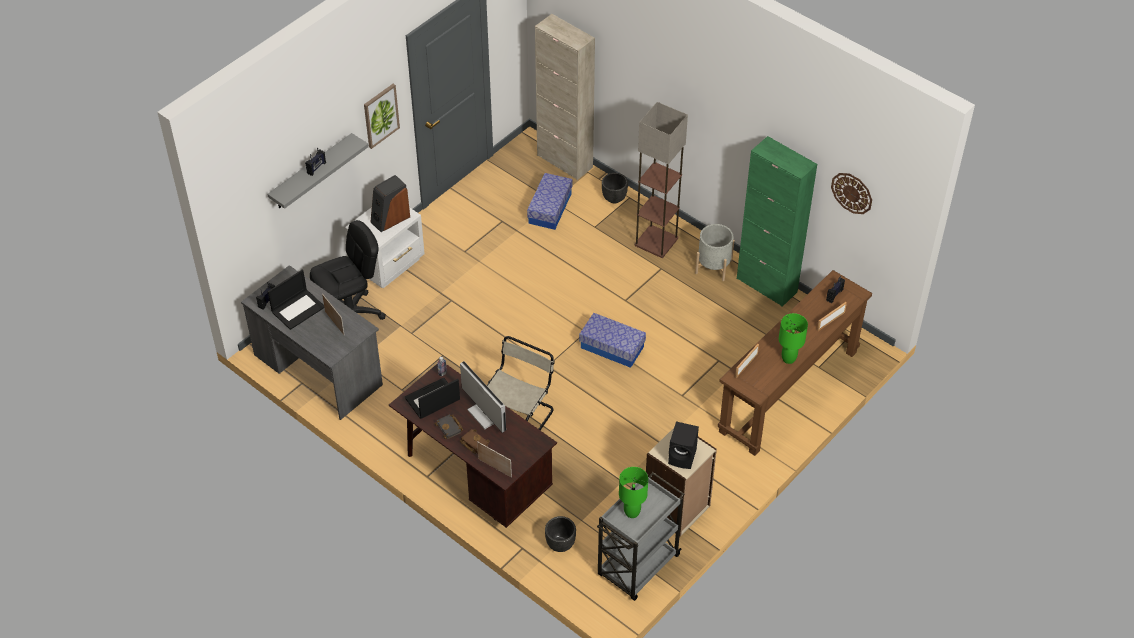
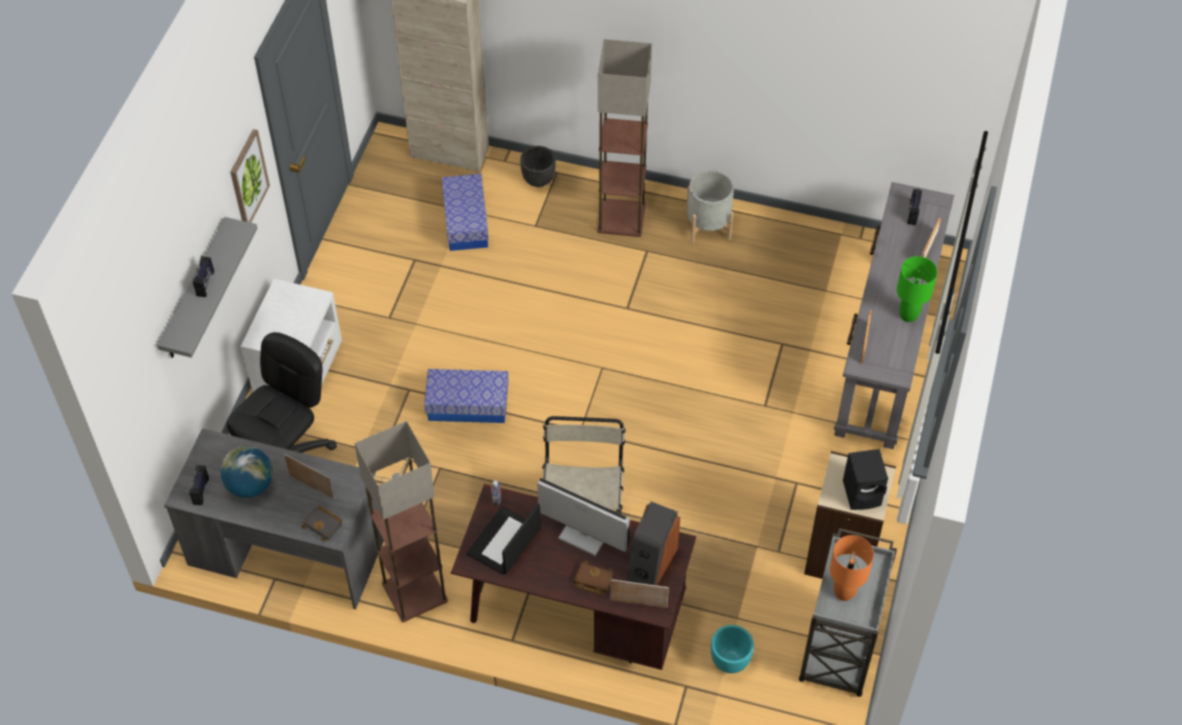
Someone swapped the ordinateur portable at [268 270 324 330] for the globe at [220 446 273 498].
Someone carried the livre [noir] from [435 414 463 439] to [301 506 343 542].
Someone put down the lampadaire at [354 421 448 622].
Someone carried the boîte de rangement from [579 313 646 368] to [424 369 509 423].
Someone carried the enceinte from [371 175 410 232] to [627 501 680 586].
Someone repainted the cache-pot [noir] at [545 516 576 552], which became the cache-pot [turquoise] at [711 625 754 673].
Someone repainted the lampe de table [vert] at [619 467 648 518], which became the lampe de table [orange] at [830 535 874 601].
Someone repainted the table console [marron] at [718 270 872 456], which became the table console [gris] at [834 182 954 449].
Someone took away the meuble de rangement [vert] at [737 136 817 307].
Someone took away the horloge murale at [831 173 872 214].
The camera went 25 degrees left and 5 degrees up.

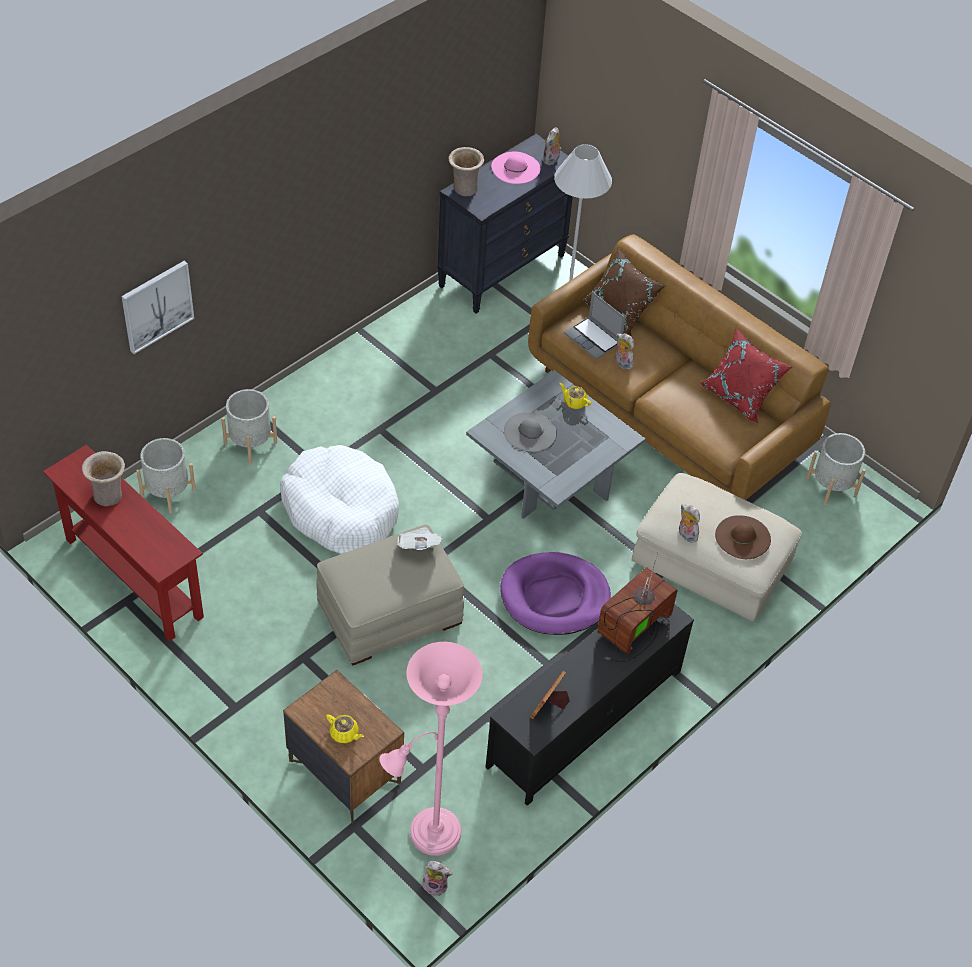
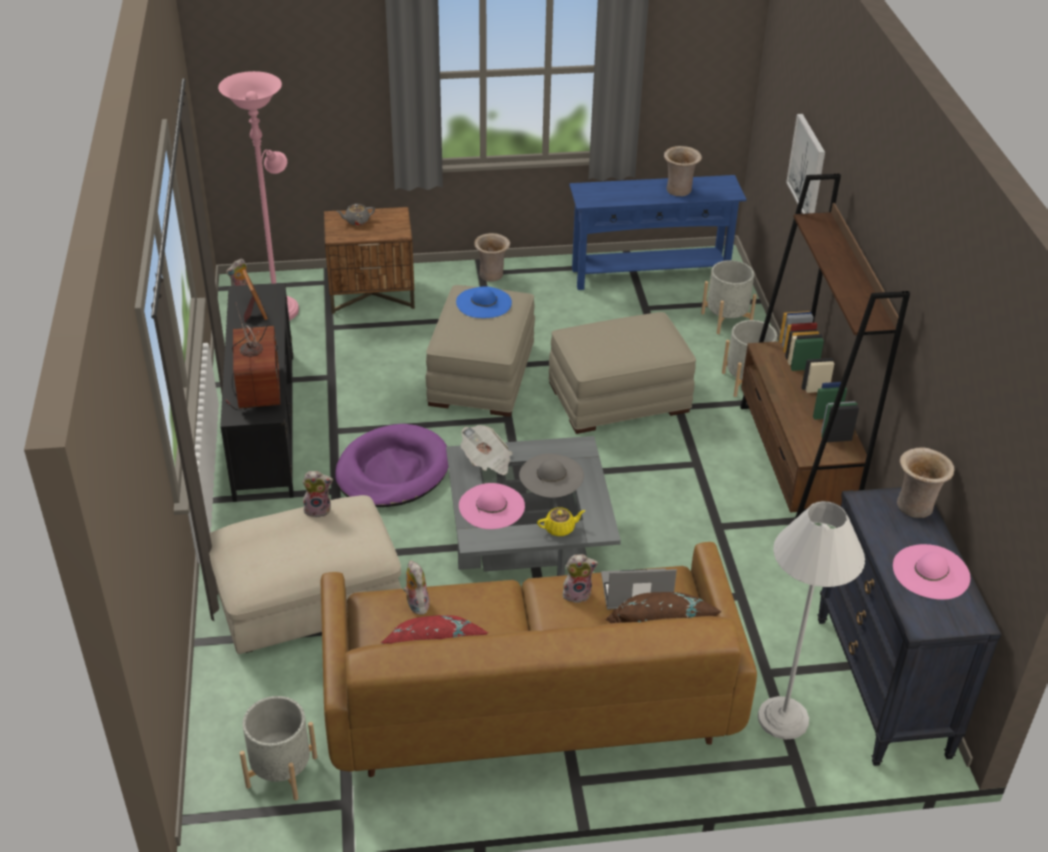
Someone repainted the théière [jaune] at [326 714 364 743], which became the théière [gris] at [336 204 375 225].
Someone carried the peluche from [542 127 561 165] to [403 560 429 614].
Someone put down the chapeau [bleu] at [456 286 512 318].
Someone put down the chapeau [rose] at [459 483 525 529].
Someone carried the journal from [397 527 442 550] to [461 425 512 475].
Someone put down the vase [beige] at [474 233 510 282].
Someone swapped the panier pour chien [blanc] at [280 445 399 554] for the pouf [beige] at [548 312 696 434].
Someone repainted the table console [rouge] at [43 445 204 642], which became the table console [bleu] at [569 175 746 290].
Someone put down the bibliothèque [marron] at [740 173 910 519].
Someone took away the chapeau [marron] at [715 515 771 559].
The camera went 130 degrees right and 10 degrees down.

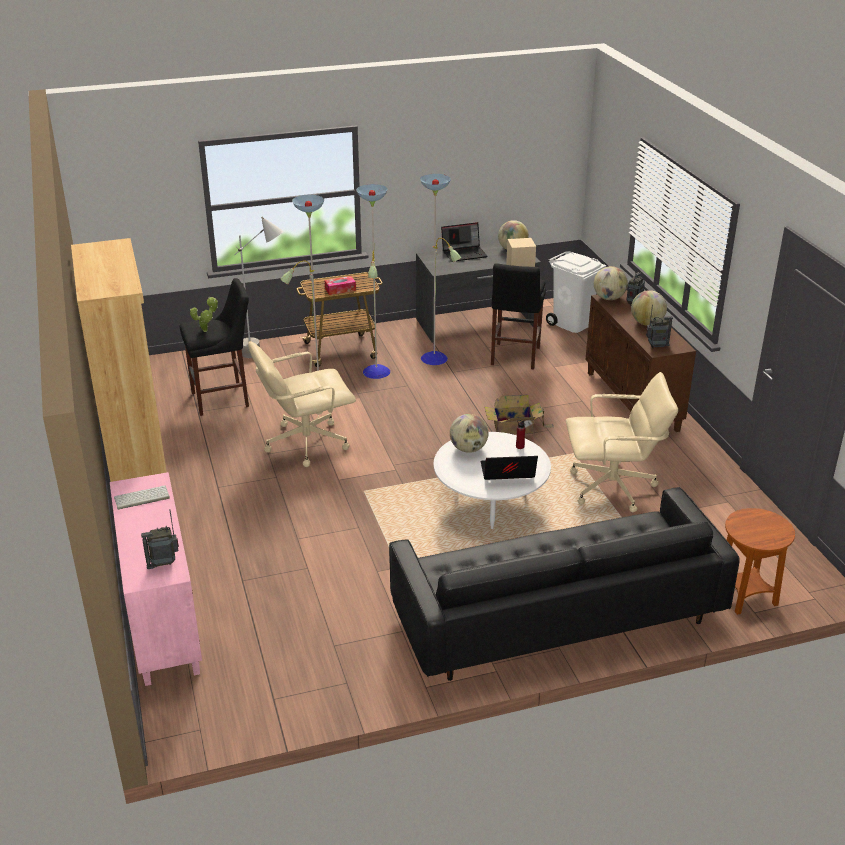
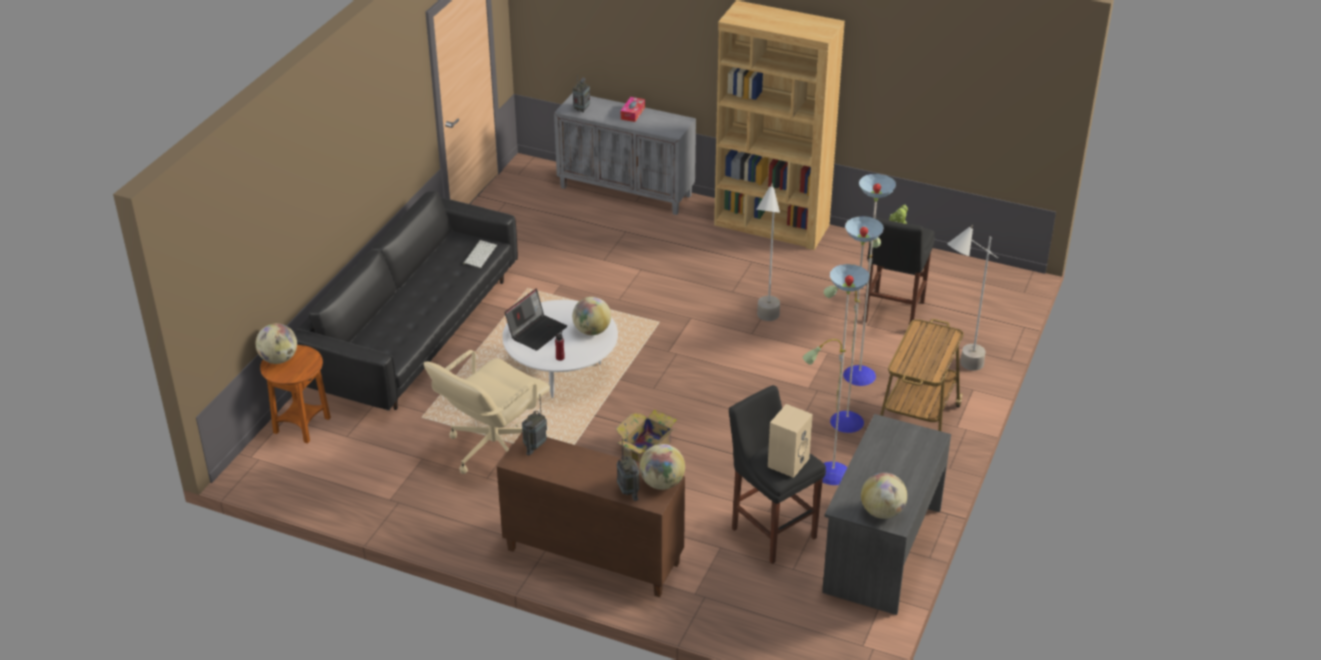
Someone carried the globe from [631 290 667 326] to [256 323 297 364].
Someone carried the clavier from [114 485 170 510] to [463 240 497 268].
Someone repainted the meuble de rangement [rose] at [110 472 202 686], which became the meuble de rangement [gris] at [554 93 696 215].
Someone carried the boîte à mouchoirs from [325 276 356 295] to [621 97 645 122].
Someone swapped the chaise de bureau [beige] at [248 341 356 467] for the lampadaire [gris] at [756 183 780 321].
Someone took away the ordinateur portable at [441 222 487 262].
Someone took away the poubelle [blanc] at [546 251 606 333].
The camera went 130 degrees right and 5 degrees up.

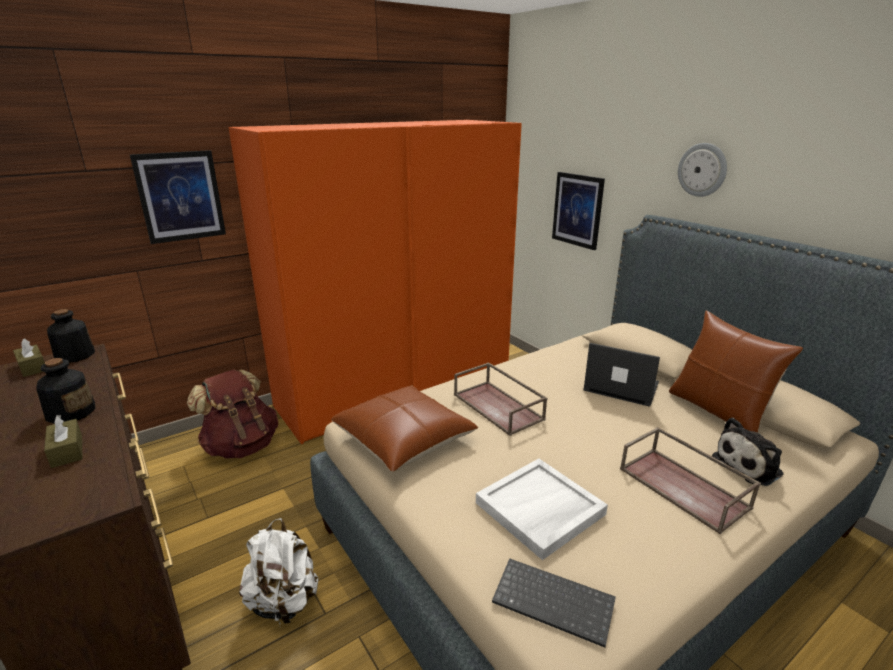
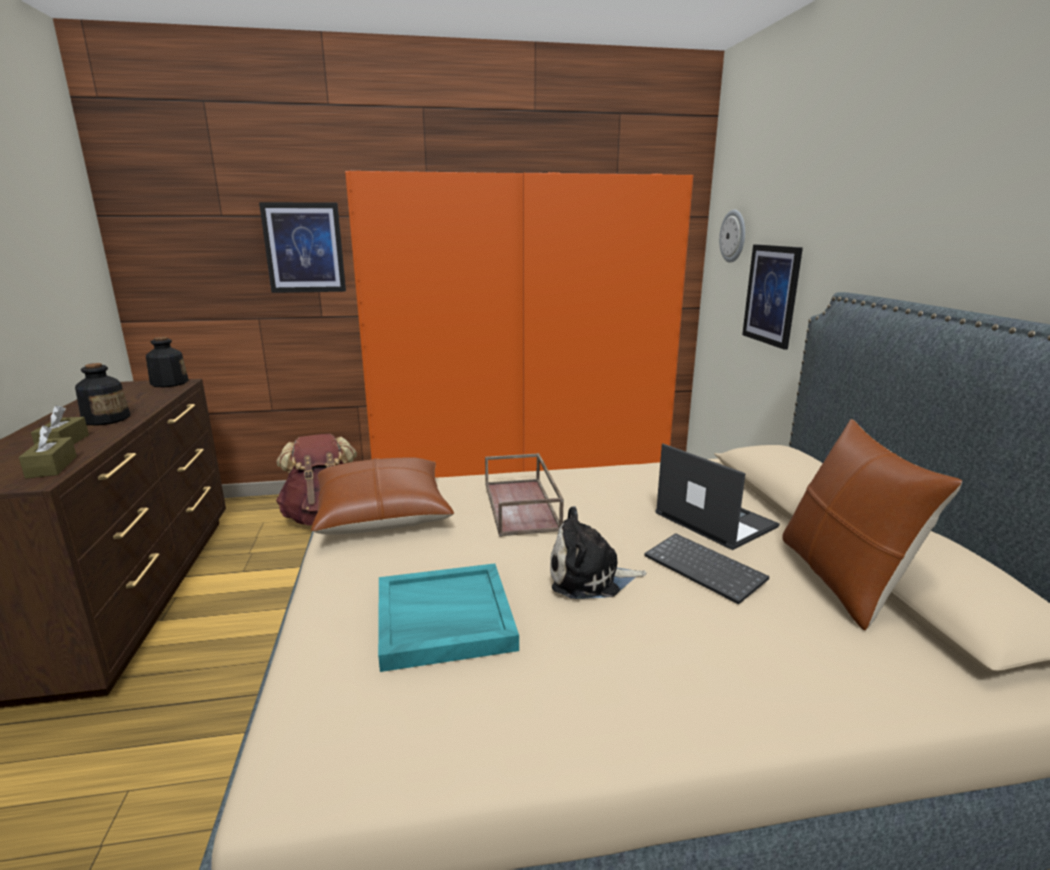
Someone carried the boîte à mouchoirs [marron] from [13 338 45 377] to [19 425 77 478].
Someone repainted the plateau [blanc] at [476 458 608 560], which became the plateau [turquoise] at [378 563 519 672].
Someone carried the peluche from [712 418 784 486] to [550 506 647 599].
Someone carried the clavier from [492 558 616 647] to [644 533 769 605].
Someone carried the horloge murale from [678 143 727 197] to [719 210 745 263].
Someone took away the sac à dos [blanc] at [239 518 318 624].
Someone took away the plateau [marron] at [620 427 761 534].
The camera went 25 degrees right and 5 degrees down.

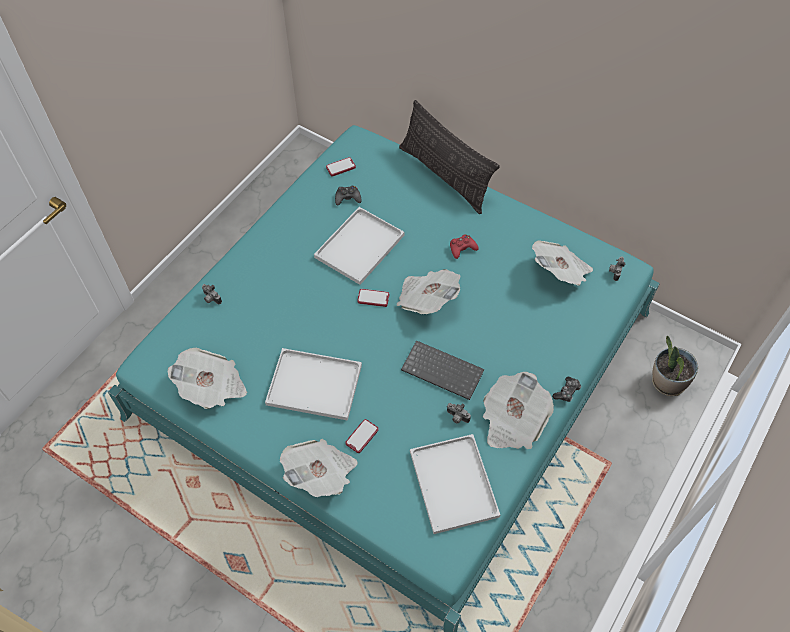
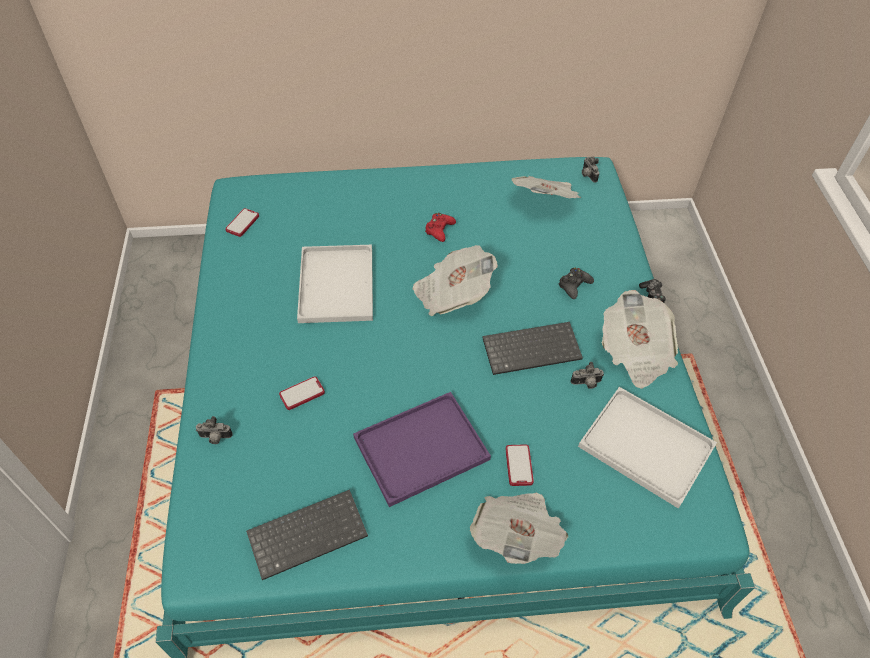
Someone swapped the journal at [168 348 247 409] for the clavier at [246 490 368 580].
Someone carried the téléphone from [357 289 389 307] to [279 376 325 410].
Someone repainted the plateau [blanc] at [265 348 362 421], which became the plateau [violet] at [353 392 491 507].
Someone carried the manette [noir] from [335 186 362 205] to [559 268 594 299].
Someone took away the coussin at [399 100 500 214].
Someone took away the plante en pot at [652 335 698 396].
The camera went 40 degrees left and 5 degrees down.

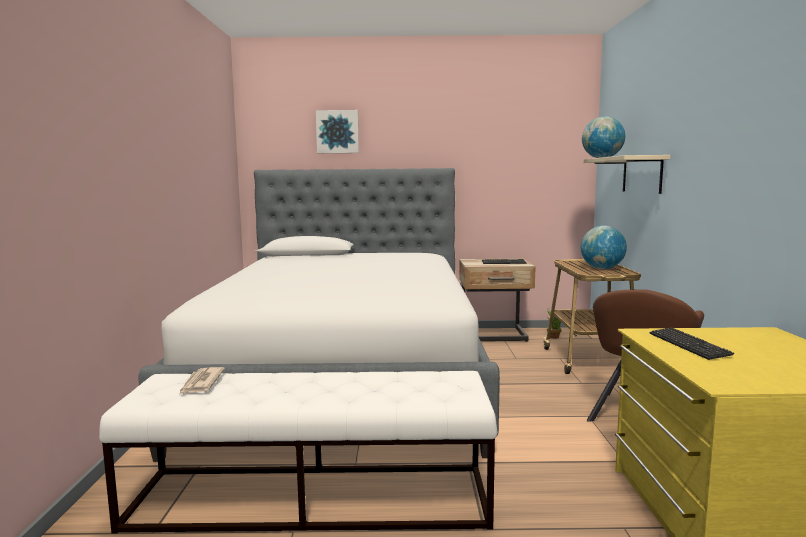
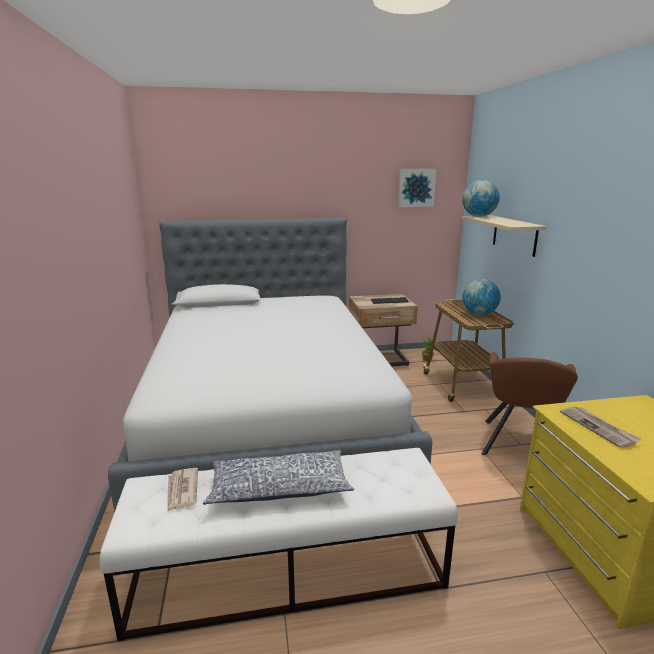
Someone put down the coussin at [203 450 354 505].
Someone carried the tableau from [316 110 359 153] to [398 169 436 207].
Someone swapped the clavier at [650 327 734 360] for the journal at [560 406 641 448].
The camera went 10 degrees left and 10 degrees up.

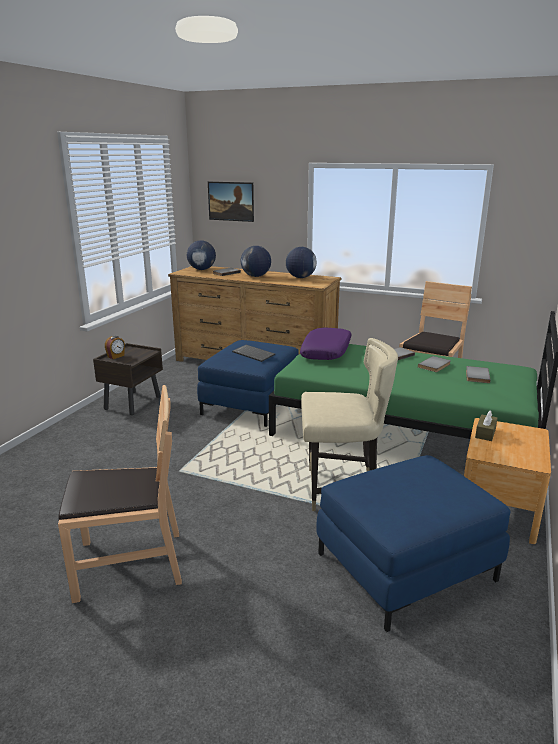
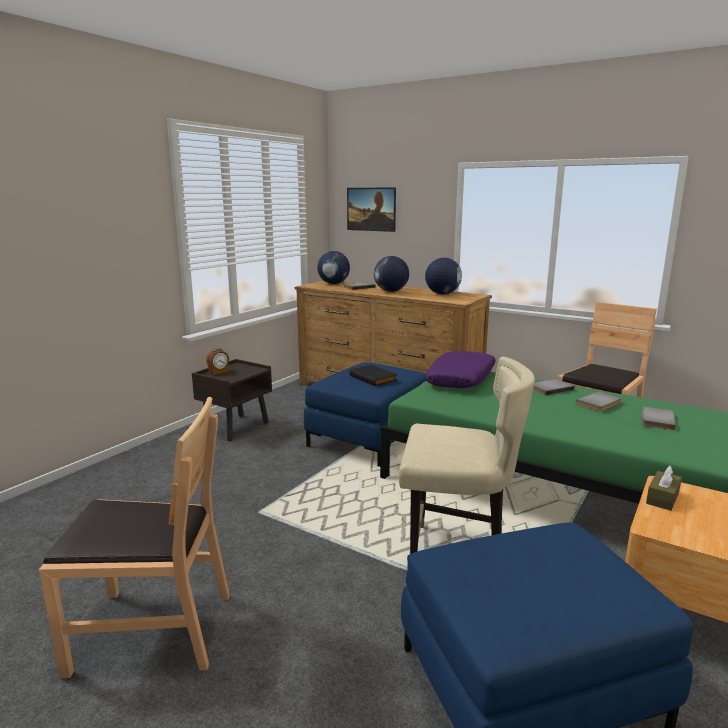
Someone swapped the clavier at [232 345 275 362] for the livre [noir] at [349 365 398 386].
The camera went 10 degrees right and 5 degrees down.

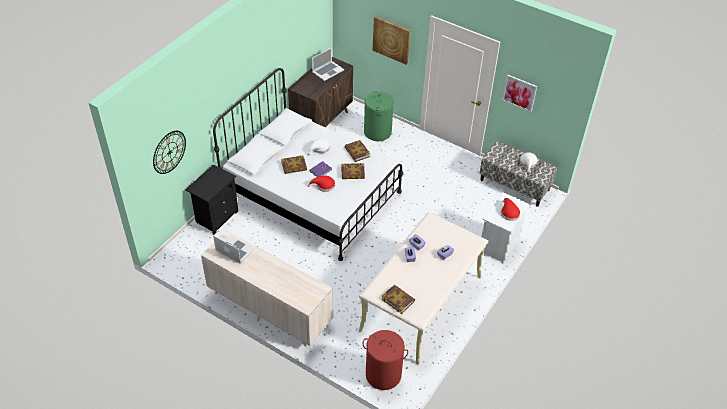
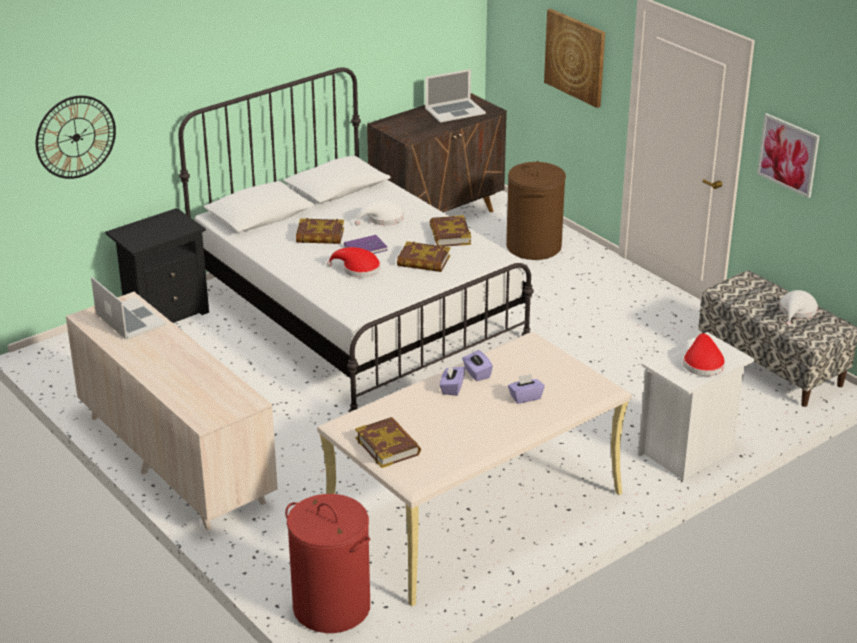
Someone repainted the panier à linge [vert] at [364 91 394 141], which became the panier à linge [marron] at [506 161 566 260].
The camera went 20 degrees right and 15 degrees down.

